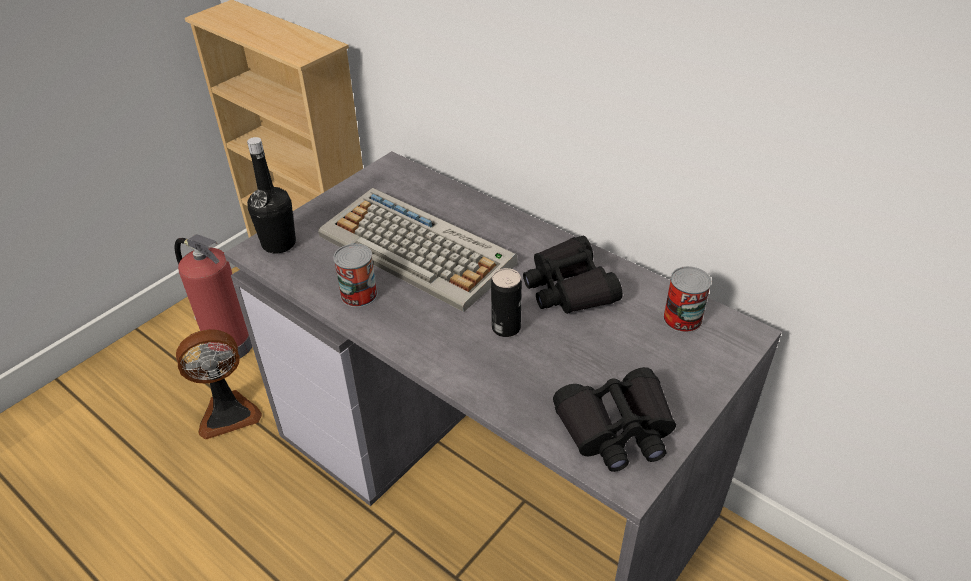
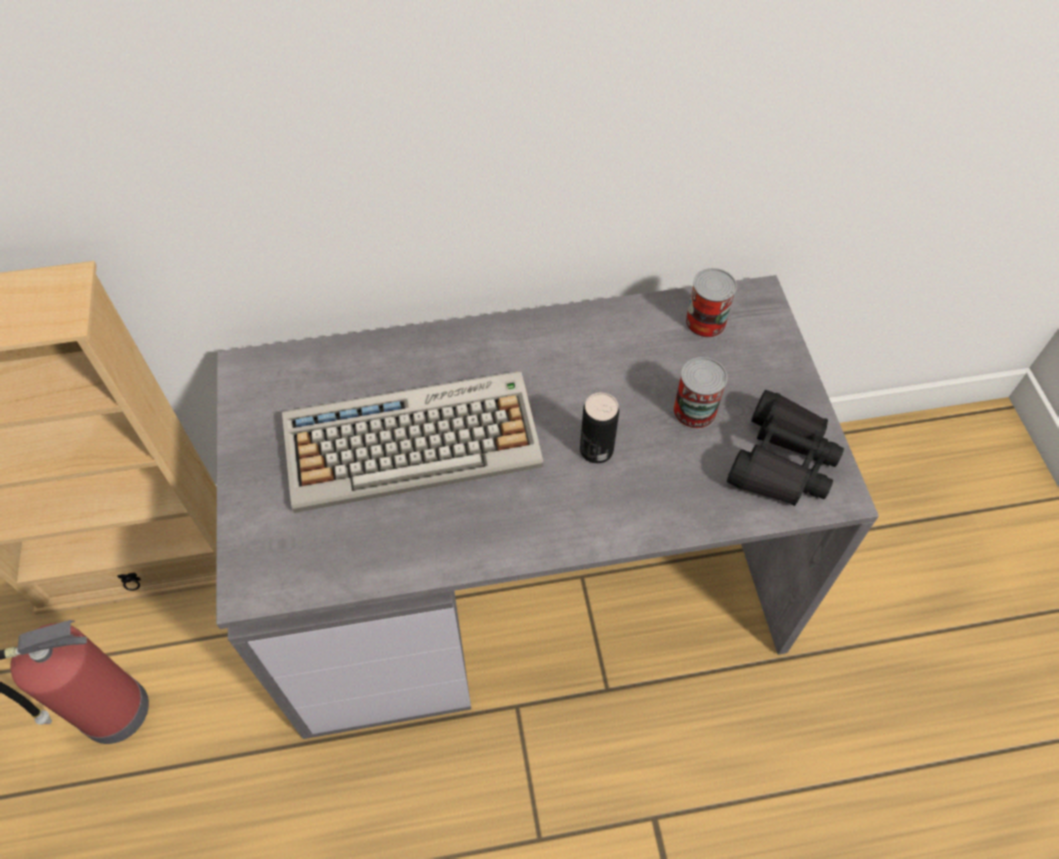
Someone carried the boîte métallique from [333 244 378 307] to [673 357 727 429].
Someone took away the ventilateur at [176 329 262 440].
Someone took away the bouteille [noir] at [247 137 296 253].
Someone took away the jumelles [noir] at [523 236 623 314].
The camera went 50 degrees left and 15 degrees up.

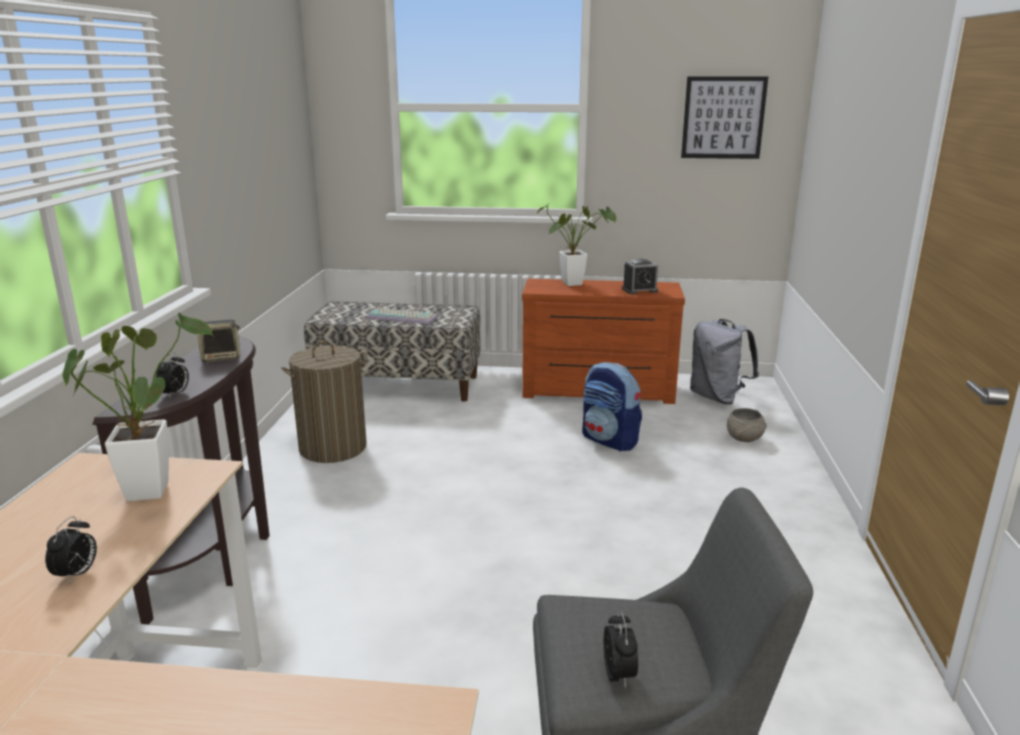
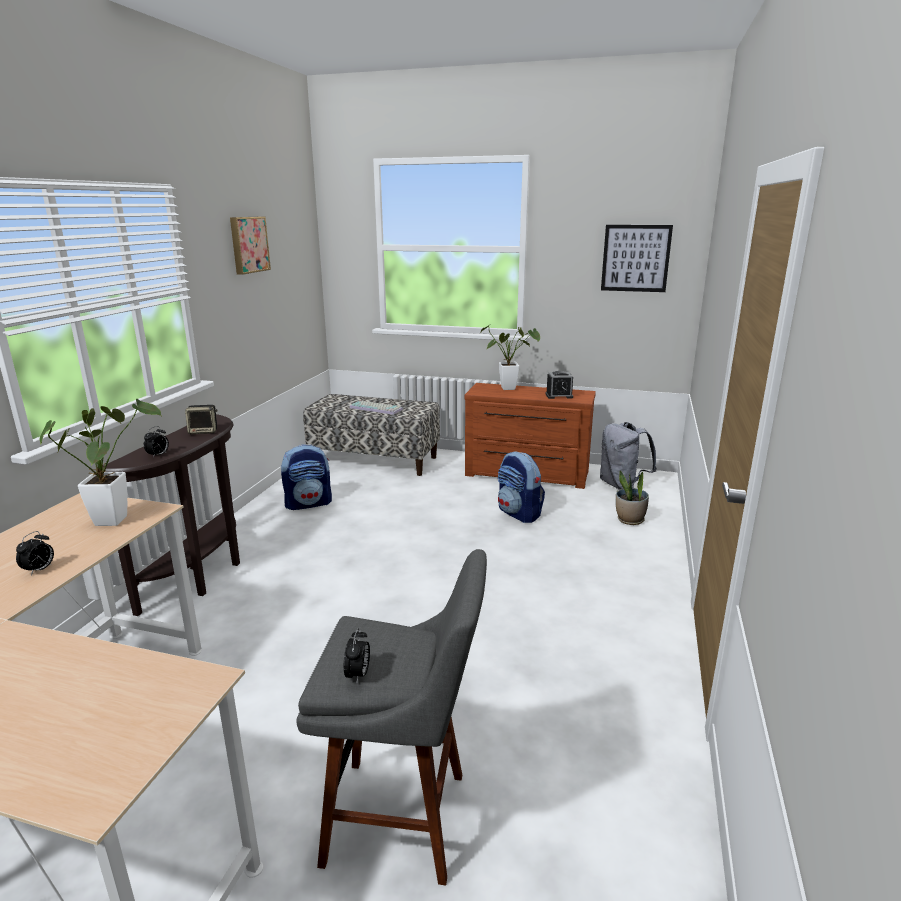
Someone put up the tableau at [230 217 271 275].
Someone swapped the panier à linge at [281 341 367 463] for the sac à dos at [281 444 332 510].
Someone swapped the bol [gris] at [727 408 767 442] for the plante en pot at [616 471 649 525].
The camera went 10 degrees right and 0 degrees up.

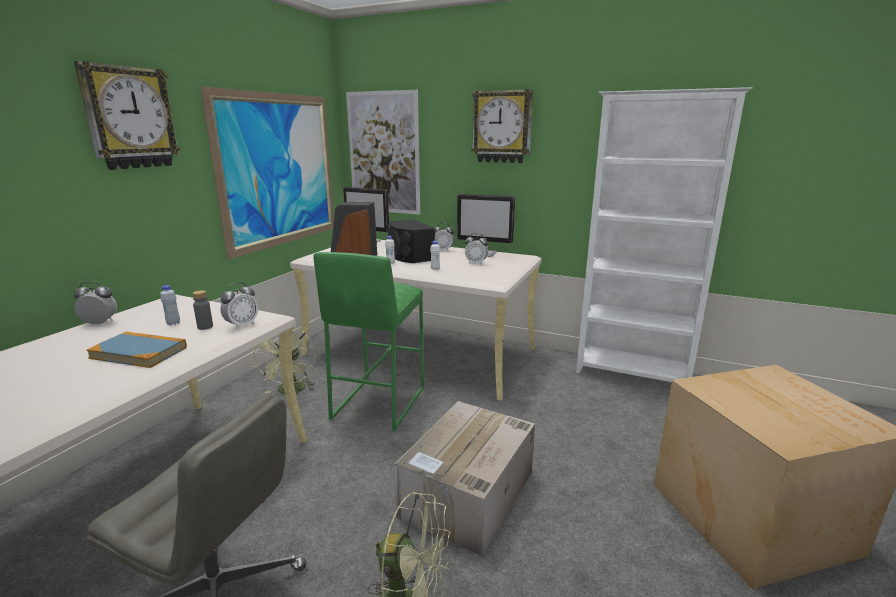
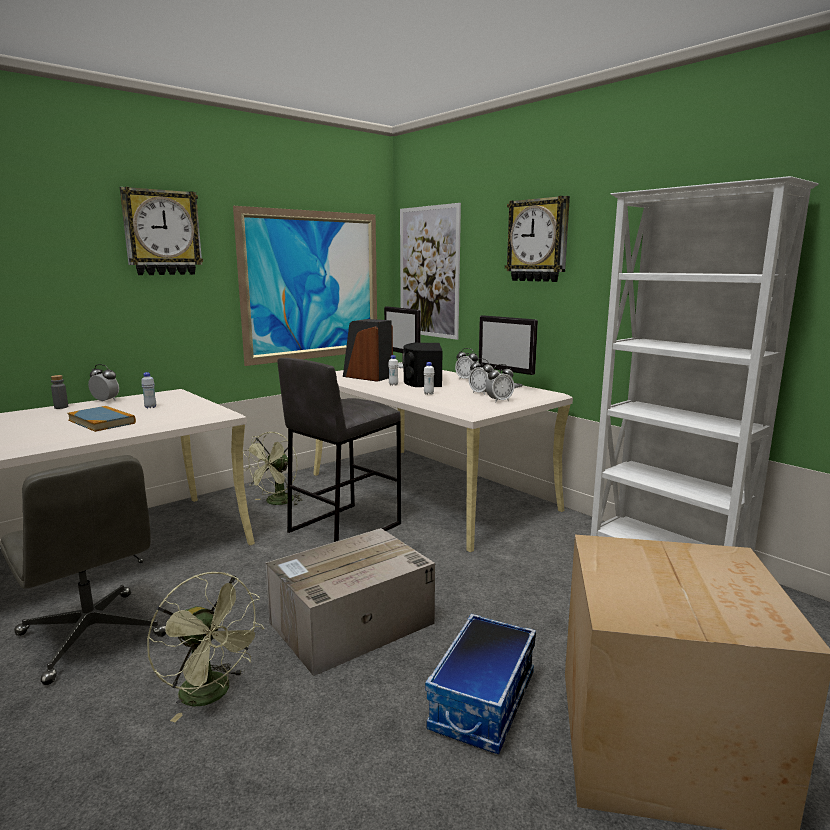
Someone carried the bouteille [gris] from [193 290 213 330] to [51 375 68 409].
Someone repainted the tabouret [vert] at [313 252 424 432], which became the tabouret [gris] at [277 358 401 542].
Someone put down the boîte de rangement at [425 614 536 754].
Someone carried the réveil from [220 282 258 330] to [486 364 514 403].
The camera went 25 degrees right and 5 degrees down.

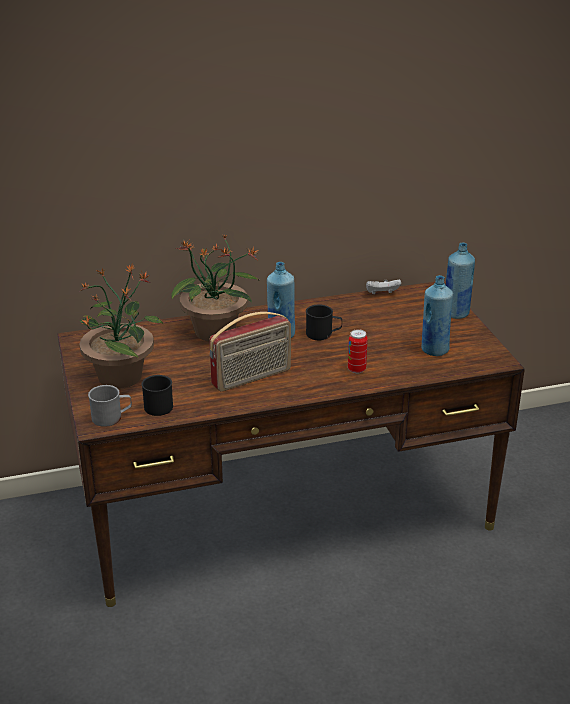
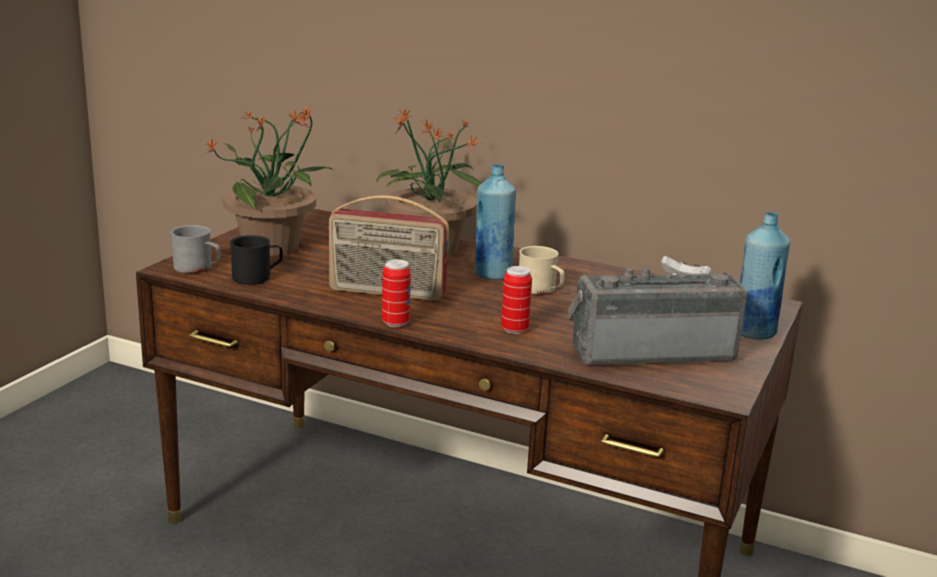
Someone put down the boîte métallique at [382 259 411 327].
Someone repainted the mug [noir] at [306 305 342 340], which became the mug [beige] at [519 246 565 295].
Someone swapped the bouteille [bleu] at [421 275 453 356] for the radio at [568 268 747 365].
The camera went 40 degrees right and 10 degrees down.

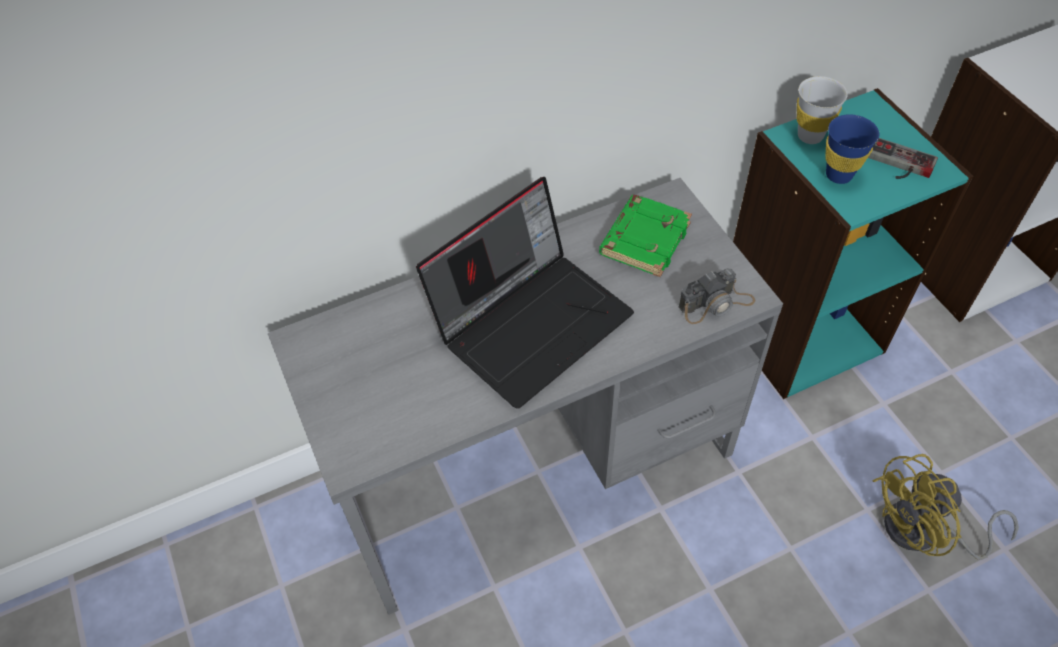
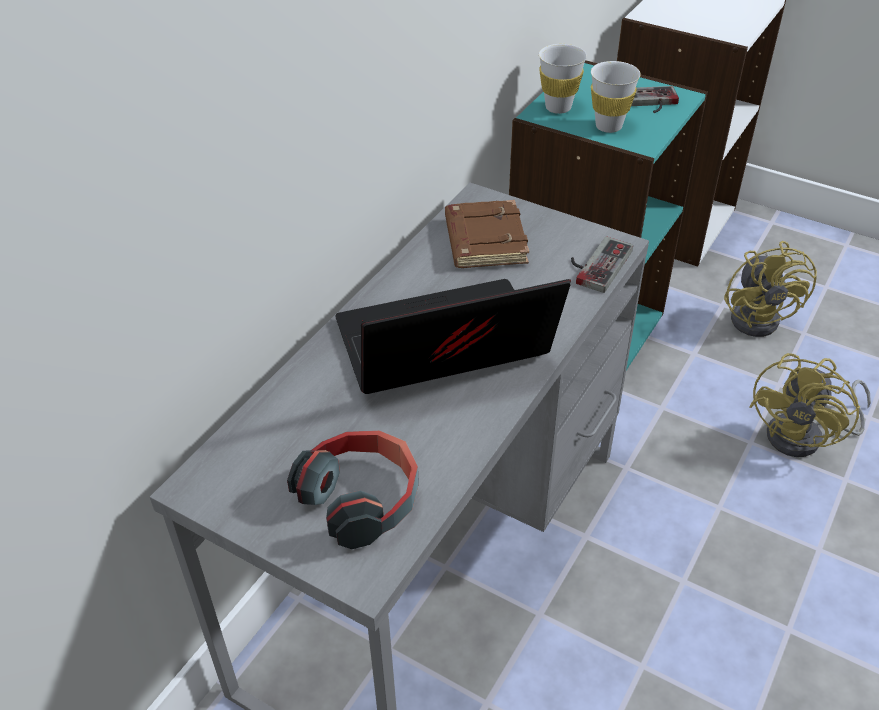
Someone put down the casque audio at [287 430 419 549].
Someone rotated the ordinateur portable at [416 177 634 409] by 120 degrees counterclockwise.
Someone repainted the livre [vert] at [599 195 692 277], which became the livre [marron] at [445 200 529 268].
Someone swapped the appareil photo at [678 269 755 324] for the manette at [571 236 633 293].
Someone repainted the tasse [bleu] at [825 114 879 184], which became the tasse [blanc] at [591 61 641 133].
Someone put down the ventilateur [jaune] at [724 241 817 337].
The camera went 35 degrees left and 10 degrees down.

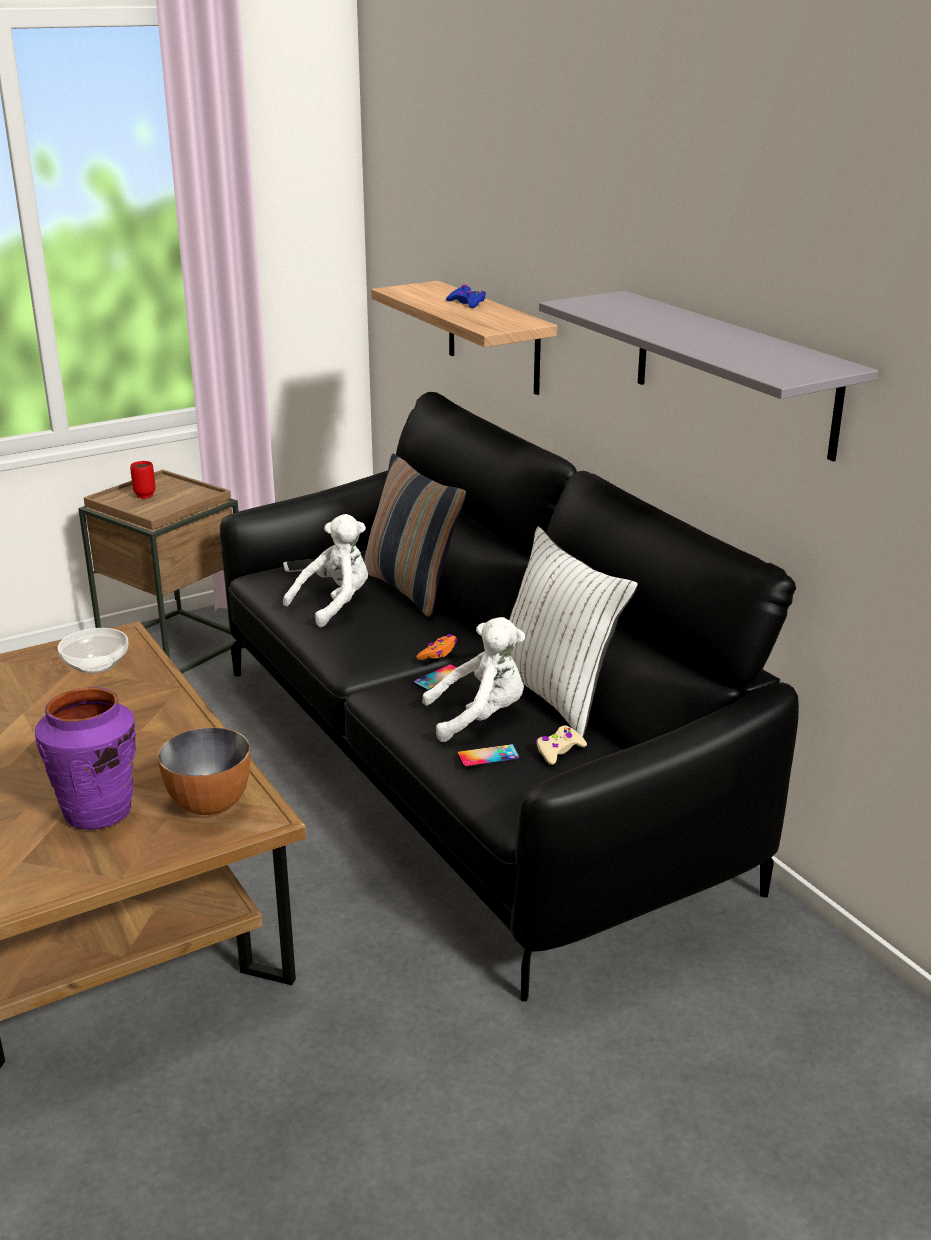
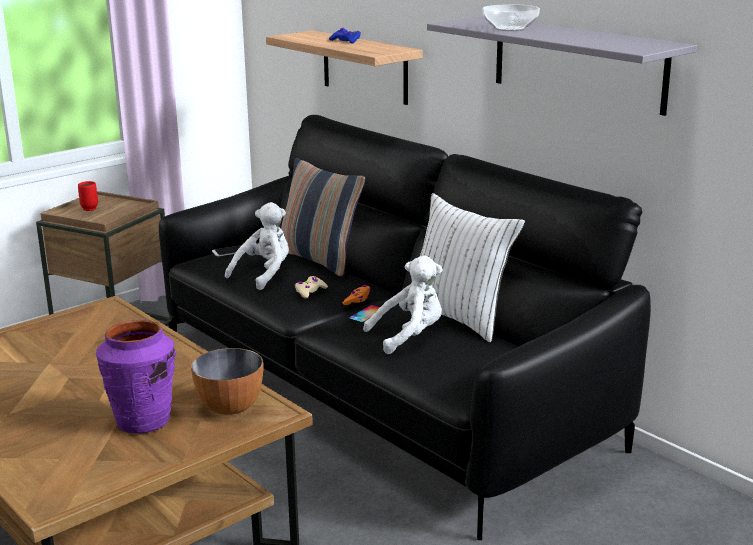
Someone carried the manette [beige] from [536 726 587 765] to [294 276 328 298].
Someone carried the bol from [58 628 128 674] to [482 4 540 31].
Someone took away the téléphone at [457 744 520 767].
The camera went 10 degrees left and 5 degrees down.

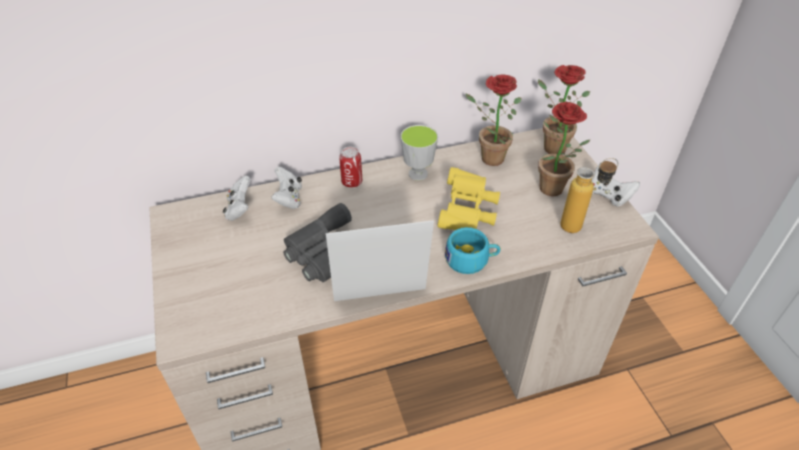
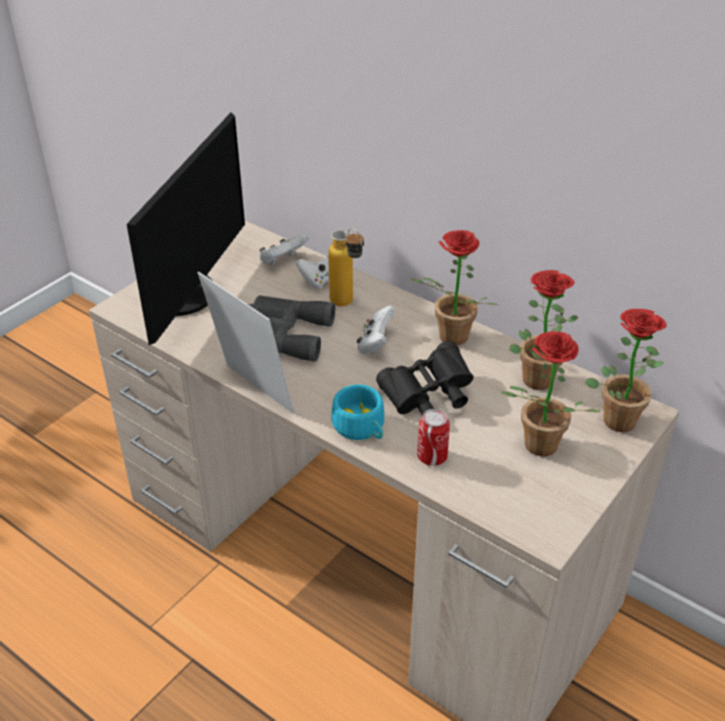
Someone put down the écran d'ordinateur at [127 112 245 345].
Someone carried the bouteille from [560 158 618 233] to [328 228 364 306].
Someone carried the manette [blanc] from [592 164 640 207] to [357 306 395 354].
Someone repainted the jumelles [jaune] at [437 167 500 230], which became the jumelles [noir] at [376 341 474 416].
Someone swapped the tasse at [400 125 438 181] for the plante en pot at [410 230 497 345].
Someone carried the boîte métallique from [339 147 362 188] to [417 409 450 466].
The camera went 55 degrees right and 5 degrees down.

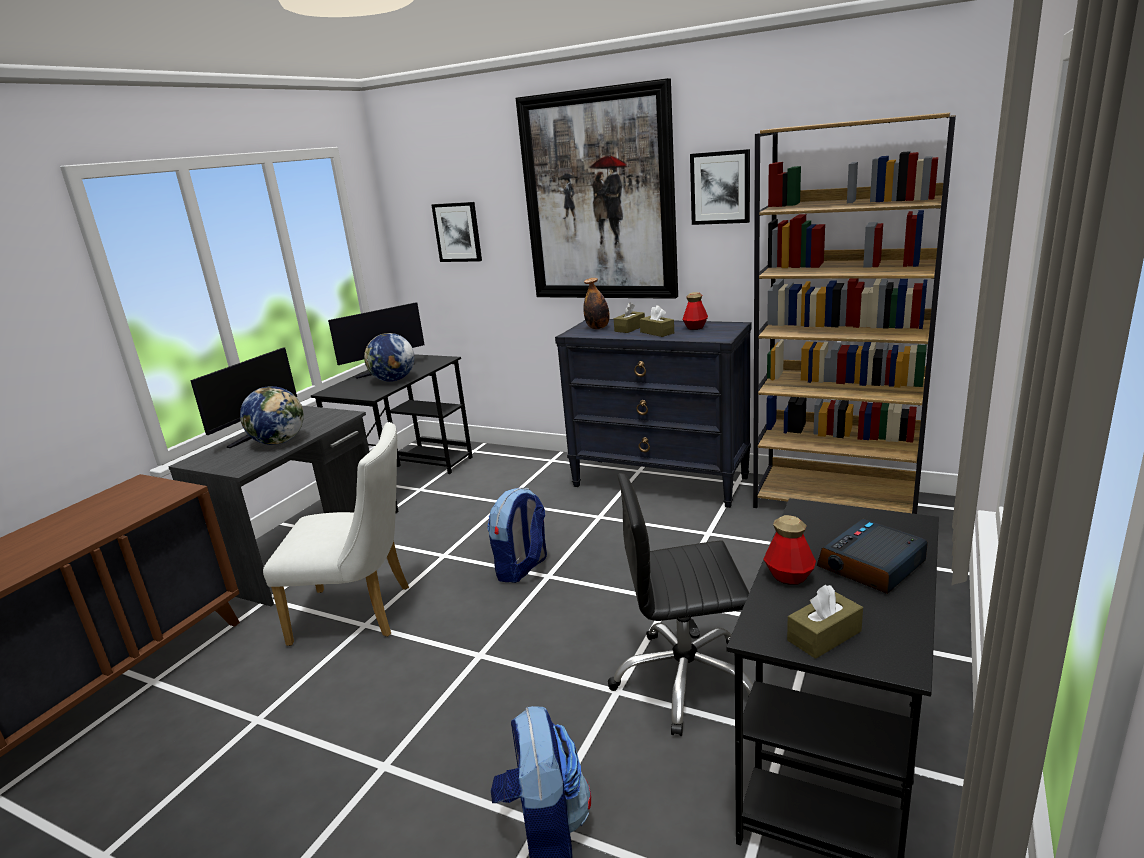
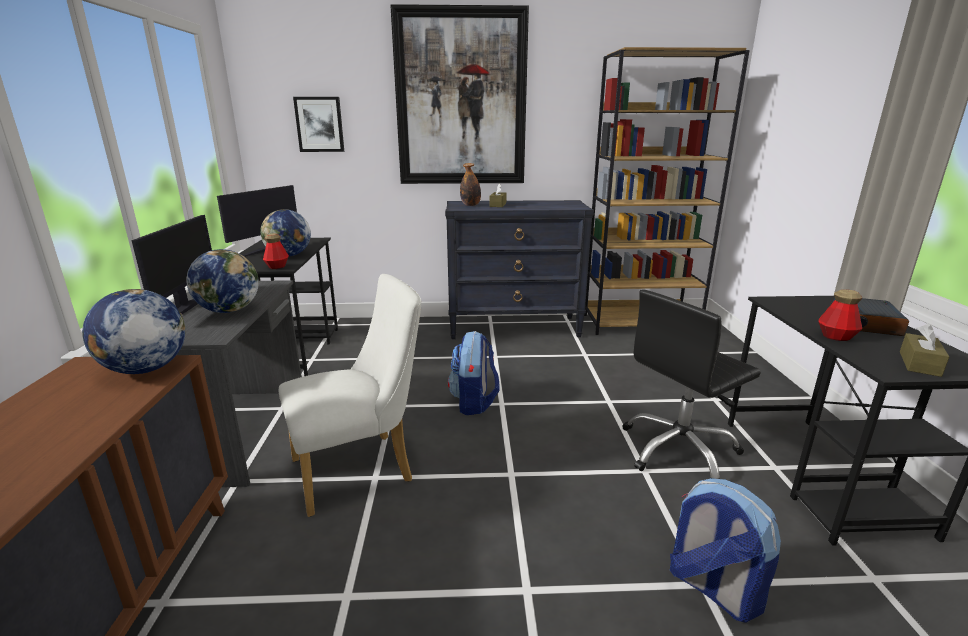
Someone put down the globe at [82 289 185 374].
Someone carried the bouteille from [682 292 708 330] to [263 233 289 269].
Someone took away the boîte à mouchoirs [marron] at [640 305 674 337].
Someone took away the tableau at [690 149 750 225].
The camera went 30 degrees left and 0 degrees up.

